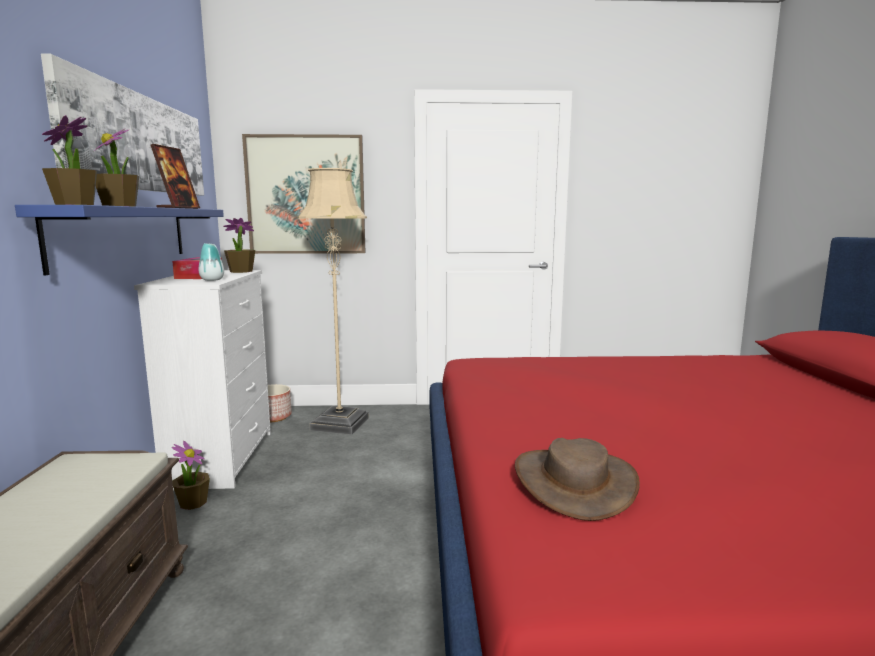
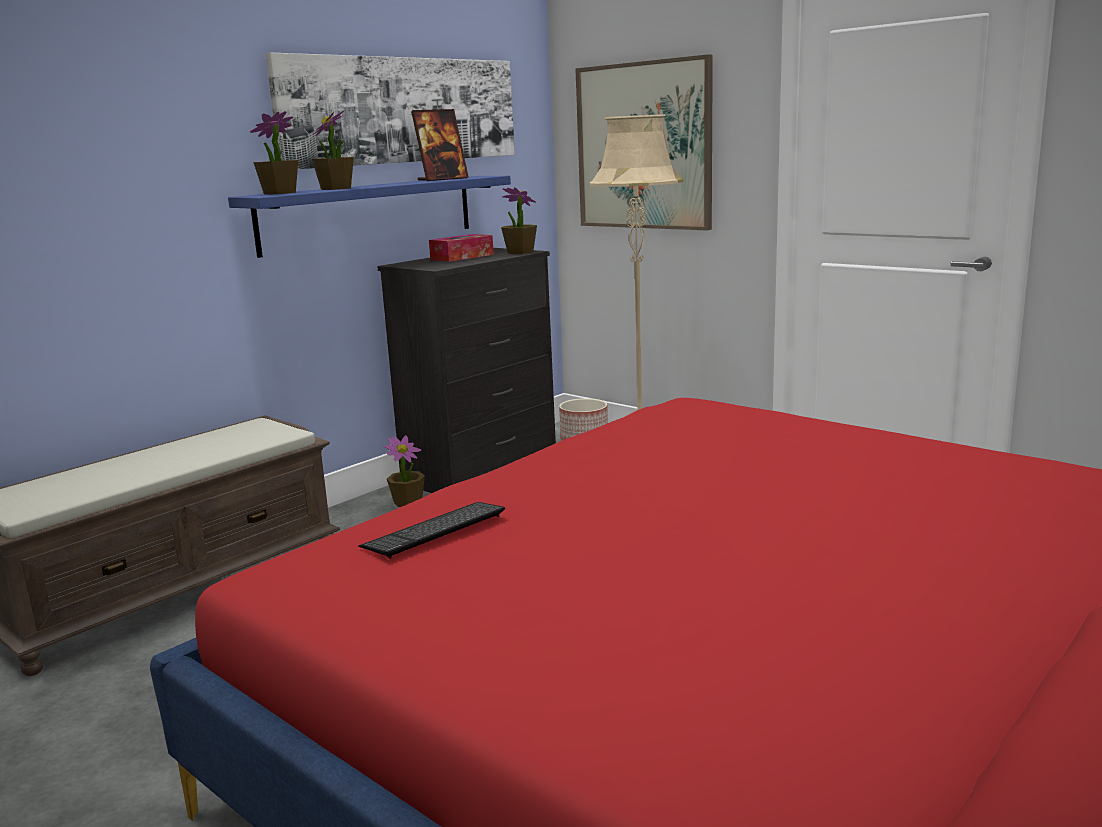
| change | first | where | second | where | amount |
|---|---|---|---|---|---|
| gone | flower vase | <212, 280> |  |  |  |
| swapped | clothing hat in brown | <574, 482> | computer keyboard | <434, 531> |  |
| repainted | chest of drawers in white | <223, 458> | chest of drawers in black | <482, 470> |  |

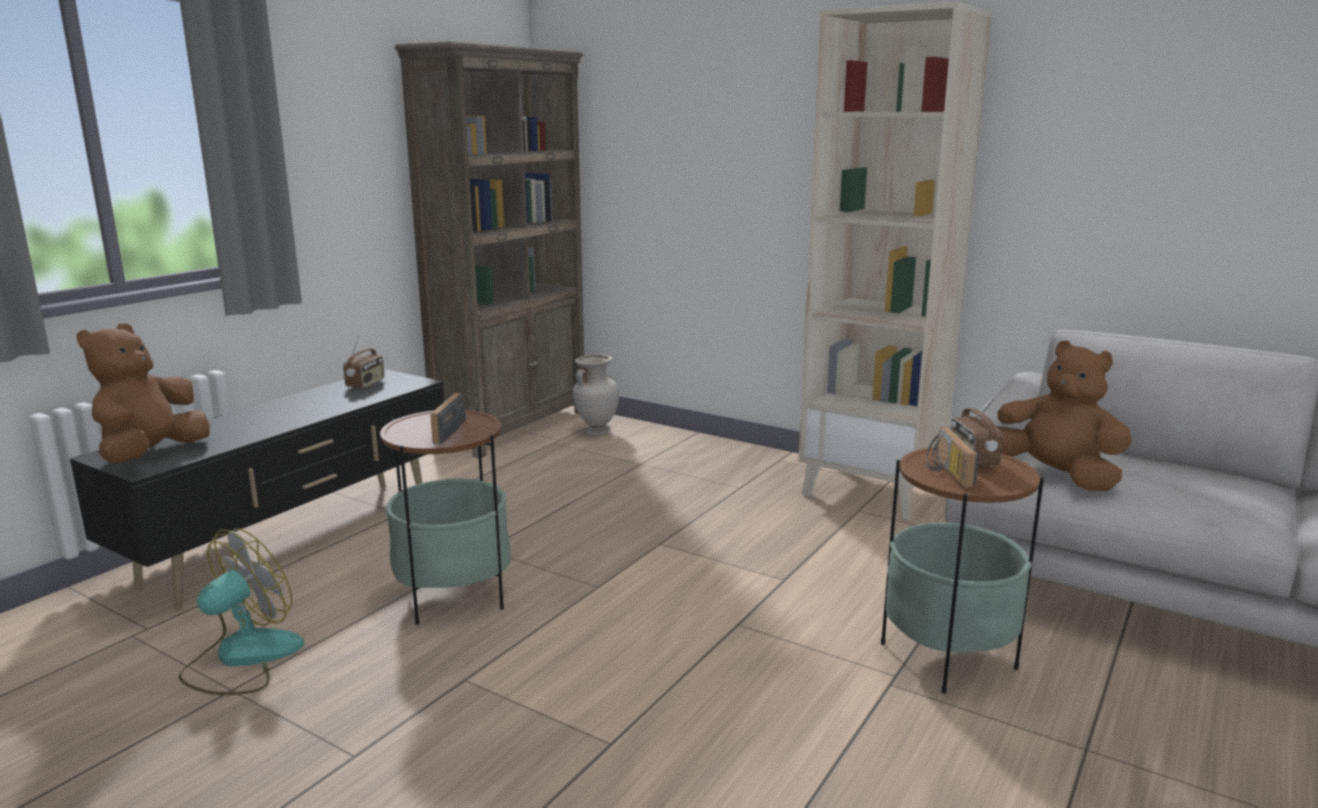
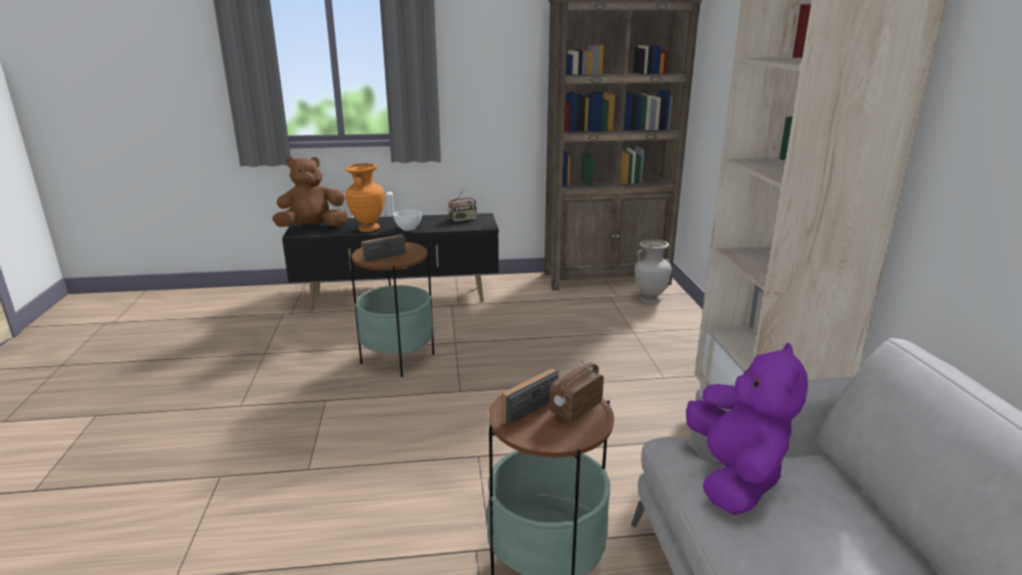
| change | first | where | second | where | amount |
|---|---|---|---|---|---|
| gone | electric fan | <242, 658> |  |  |  |
| new |  |  | flower vase in orange-coloured | <368, 229> |  |
| new |  |  | serving bowl in white | <408, 228> |  |
| repainted | soft toy in brown | <1054, 476> | soft toy in purplish | <734, 477> |  |

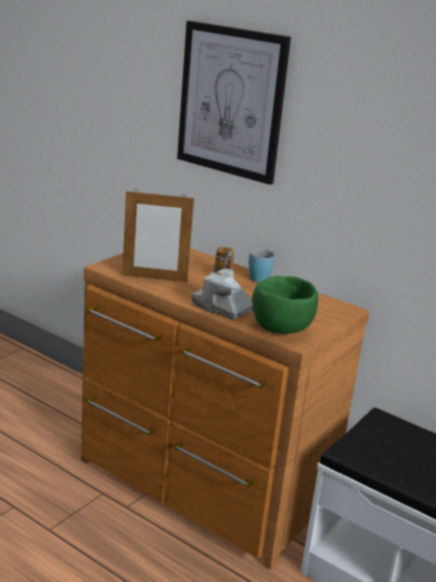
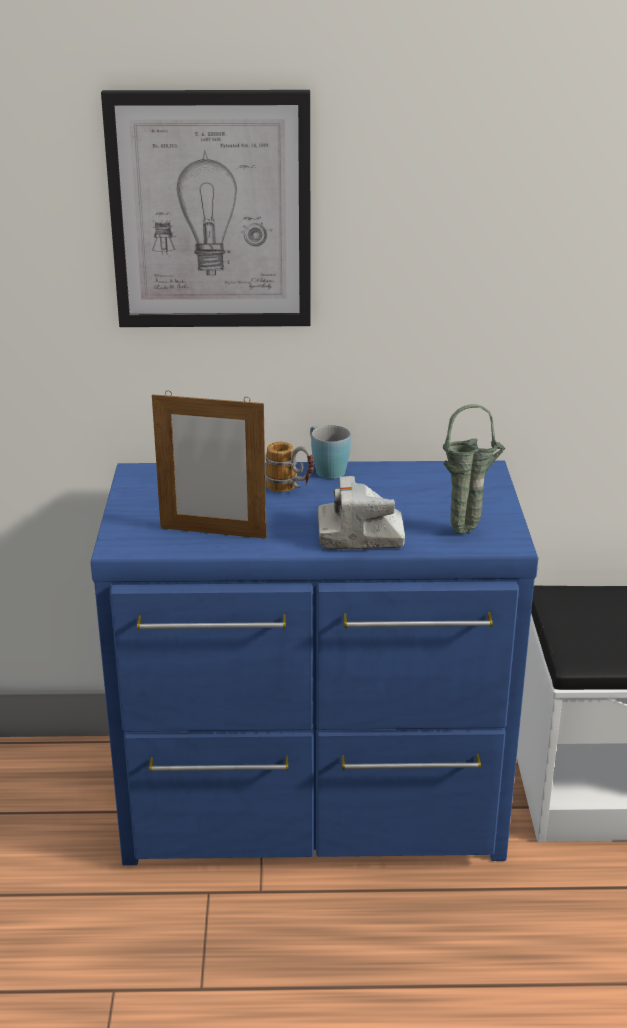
| change | first | where | second | where | amount |
|---|---|---|---|---|---|
| swapped | serving bowl in greenish | <283, 329> | flower vase in greenish | <467, 532> |  |
| repainted | chest of drawers in brown | <201, 487> | chest of drawers in bluish | <316, 806> |  |
| rotated | photo frame | <154, 278> |  | <213, 532> | 45 degrees clockwise |

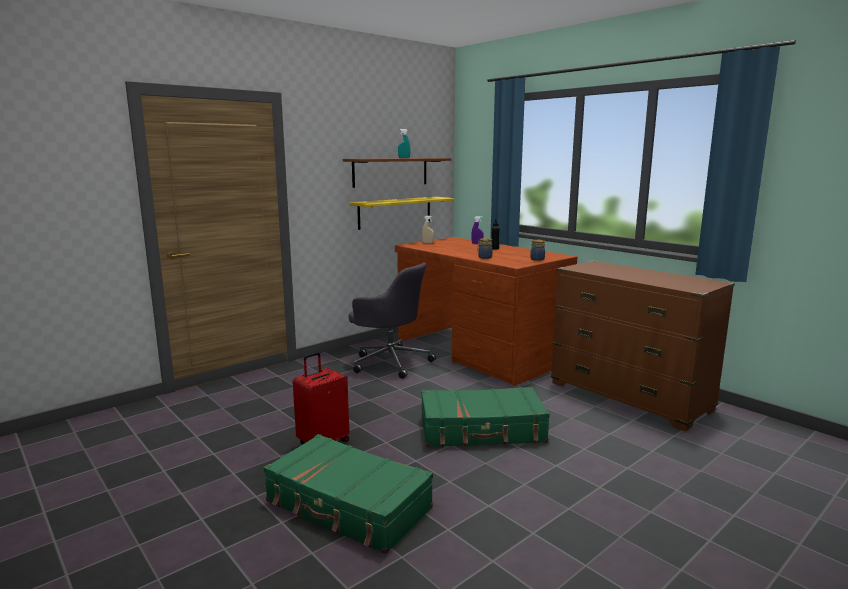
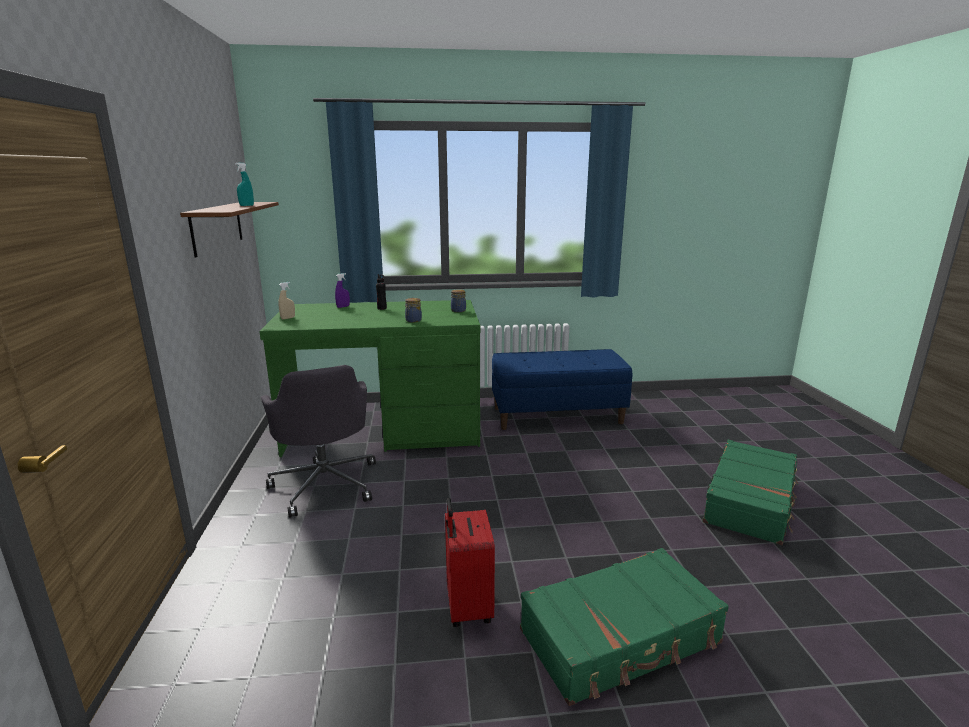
| change | first | where | second | where | amount |
|---|---|---|---|---|---|
| gone | bracket shelf in yellowish | <395, 212> |  |  |  |
| shifted | travel case in greenish | <482, 430> |  | <750, 501> |  |
| swapped | chest of drawers in brown | <629, 397> | long seat in bluish | <557, 415> |  |
| repainted | desk in brown | <479, 352> | desk in greenish | <385, 430> |  |
| rotated | desk chair in grey | <390, 362> |  | <325, 484> | 90 degrees clockwise |

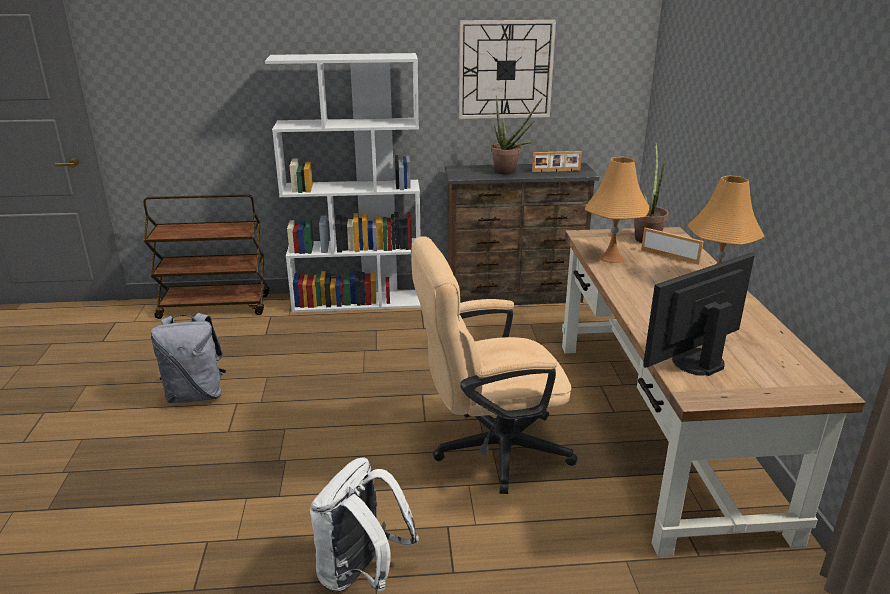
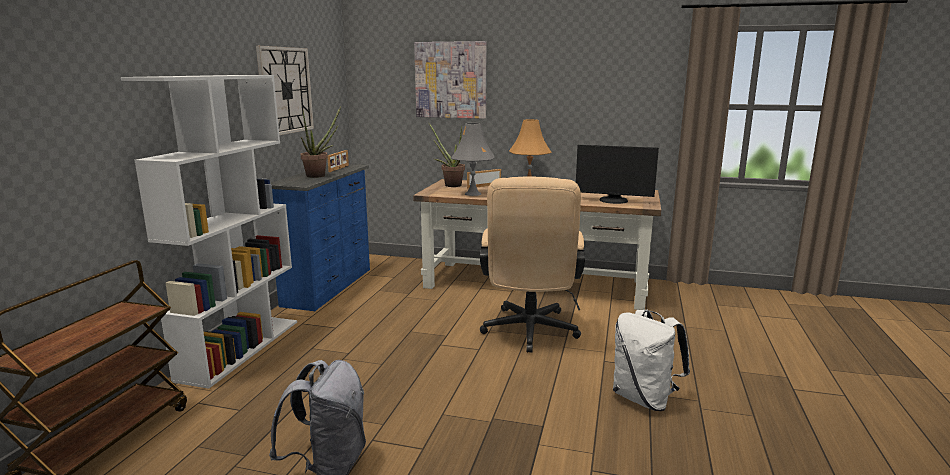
| change | first | where | second | where | amount |
|---|---|---|---|---|---|
| new |  |  | wall art | <451, 80> |  |
| repainted | chest of drawers in brown | <515, 296> | chest of drawers in bluish | <330, 286> |  |
| repainted | table lamp in orange-coloured | <611, 258> | table lamp in grey | <473, 194> |  |
| rotated | computer display | <695, 361> |  | <613, 201> | 60 degrees counterclockwise |

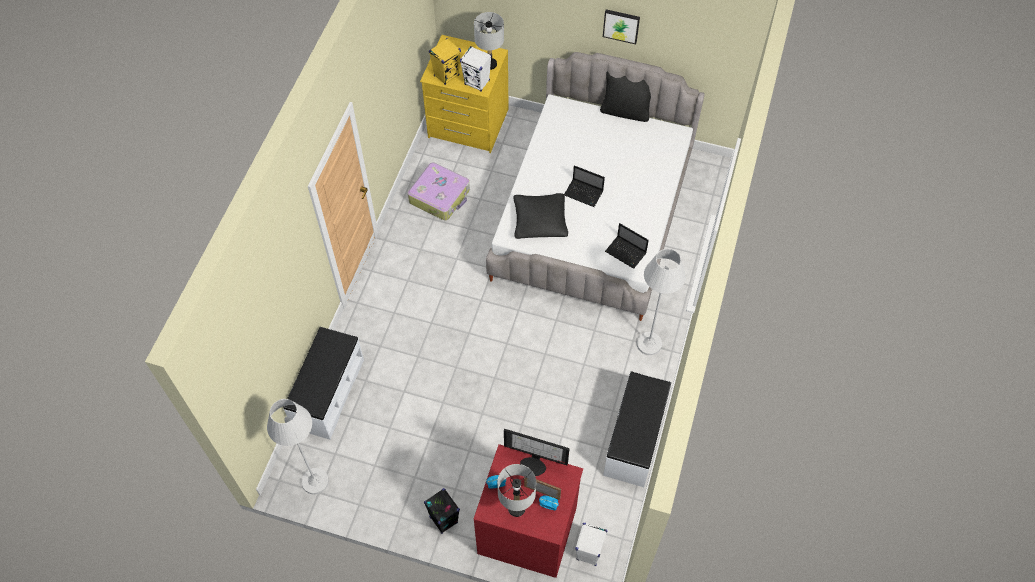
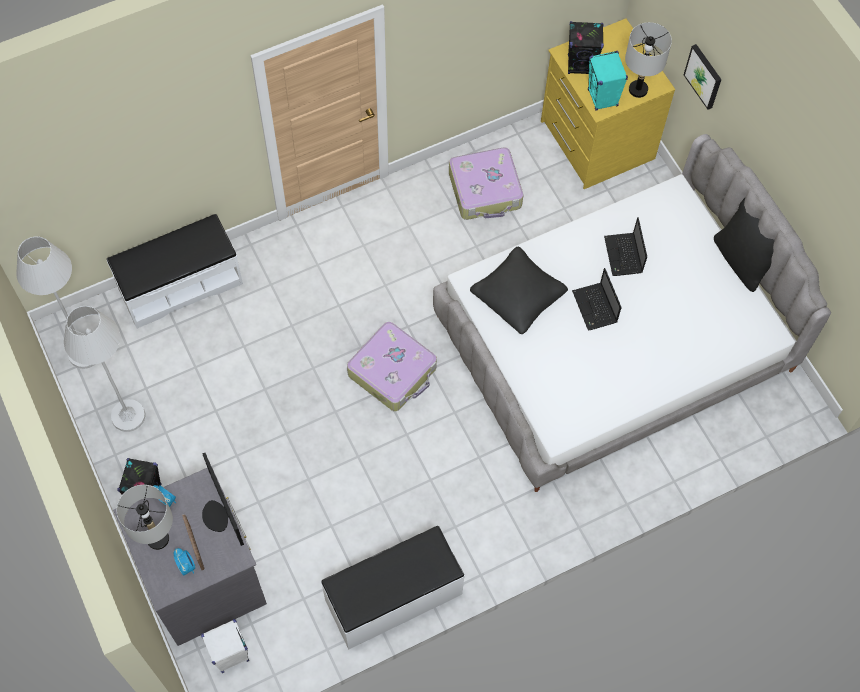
| change | first | where | second | where | amount |
|---|---|---|---|---|---|
| new |  |  | travel case | <393, 371> |  |
| shifted | wall art | <621, 25> |  | <704, 76> |  |
| shifted | portable computer | <626, 253> |  | <623, 256> |  |
| shifted | standard lamp in white | <649, 344> |  | <128, 416> |  |
| repainted | audio speaker in yellowish | <446, 75> | audio speaker in black | <581, 65> |  |
| repainted | audio speaker in white | <477, 82> | audio speaker in turquoise | <602, 98> |  |
| repainted | chest of drawers in red-coloured | <528, 529> | chest of drawers in grey | <204, 577> |  |

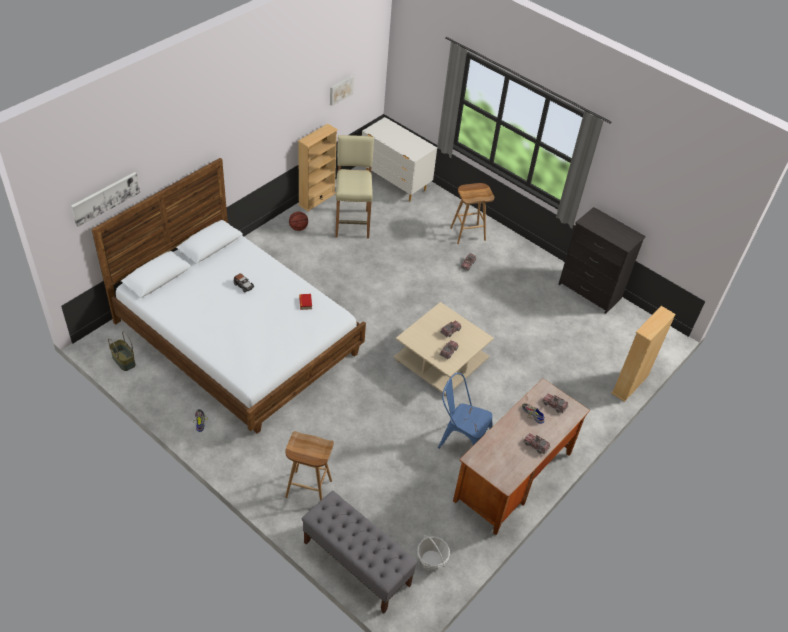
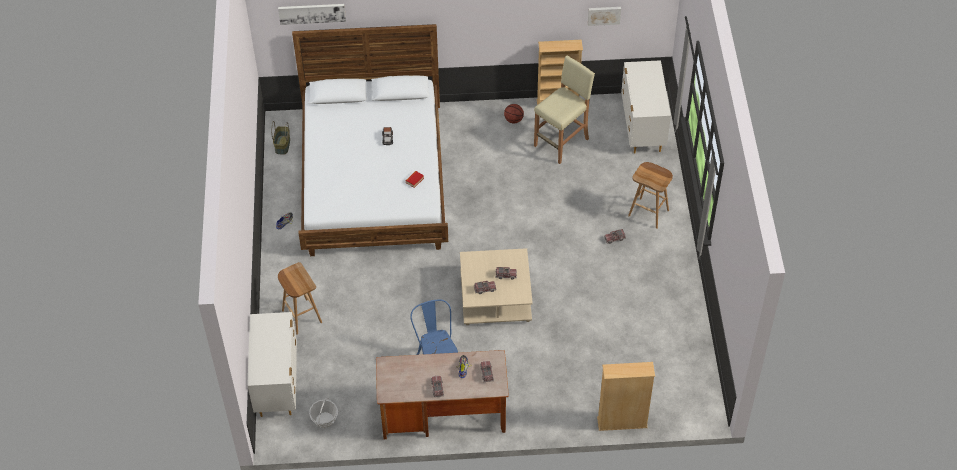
| change | first | where | second | where | amount |
|---|---|---|---|---|---|
| gone | chest of drawers in black | <590, 292> |  |  |  |
| swapped | long seat in grey | <356, 563> | chest of drawers in white | <277, 384> |  |

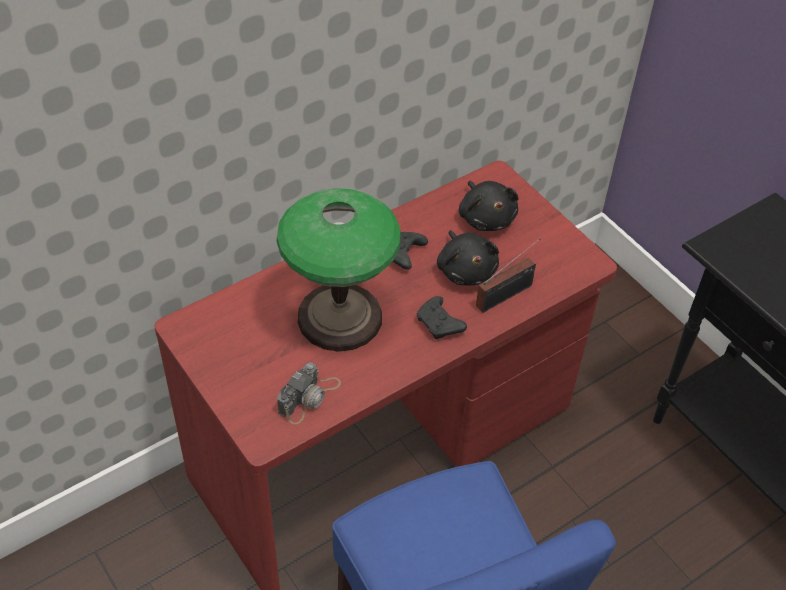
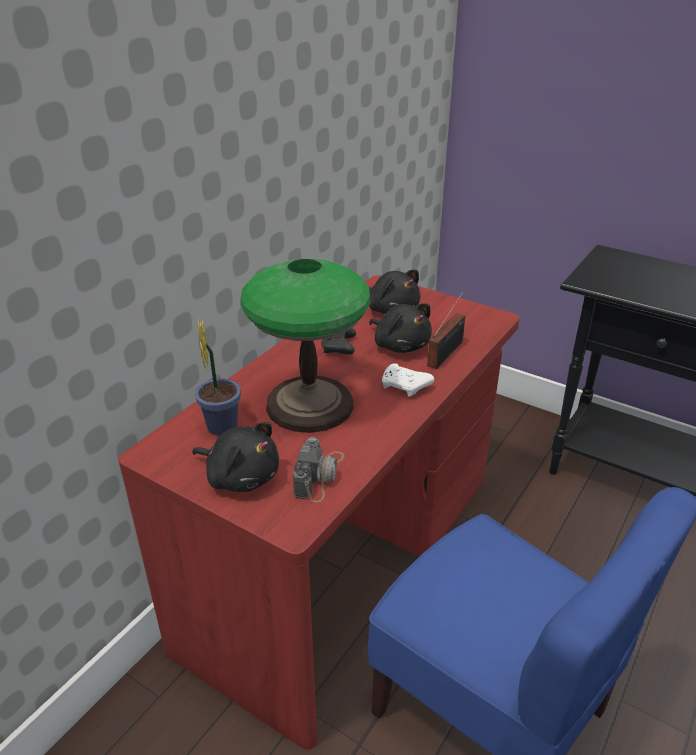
| change | first | where | second | where | amount |
|---|---|---|---|---|---|
| new |  |  | soft toy in black | <240, 476> |  |
| new |  |  | potted plant | <222, 424> |  |
| repainted | gamepad in black | <439, 325> | gamepad in white | <405, 387> |  |

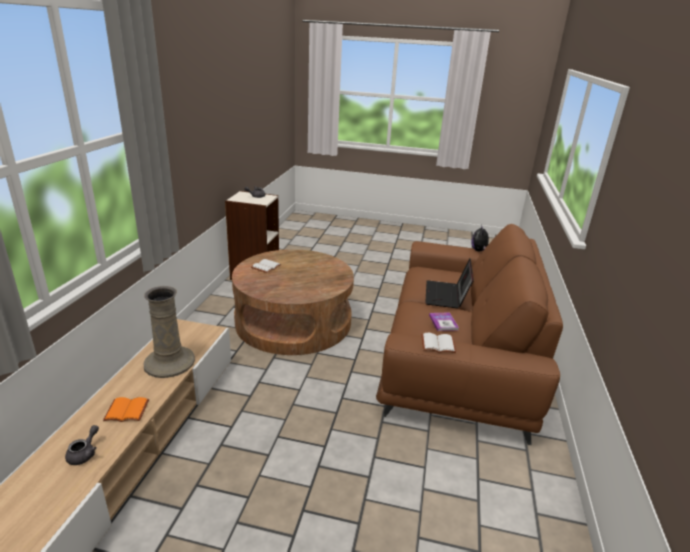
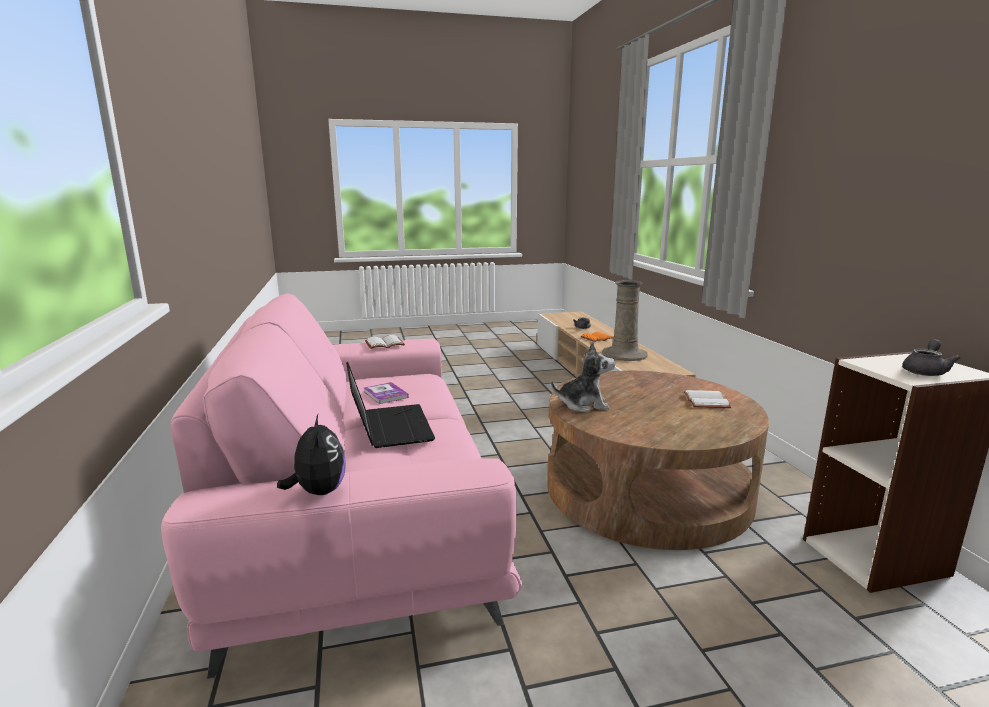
| change | first | where | second | where | amount |
|---|---|---|---|---|---|
| new |  |  | soft toy | <583, 405> |  |
| repainted | settee in brown | <456, 356> | settee in pink-coloured | <361, 512> |  |

